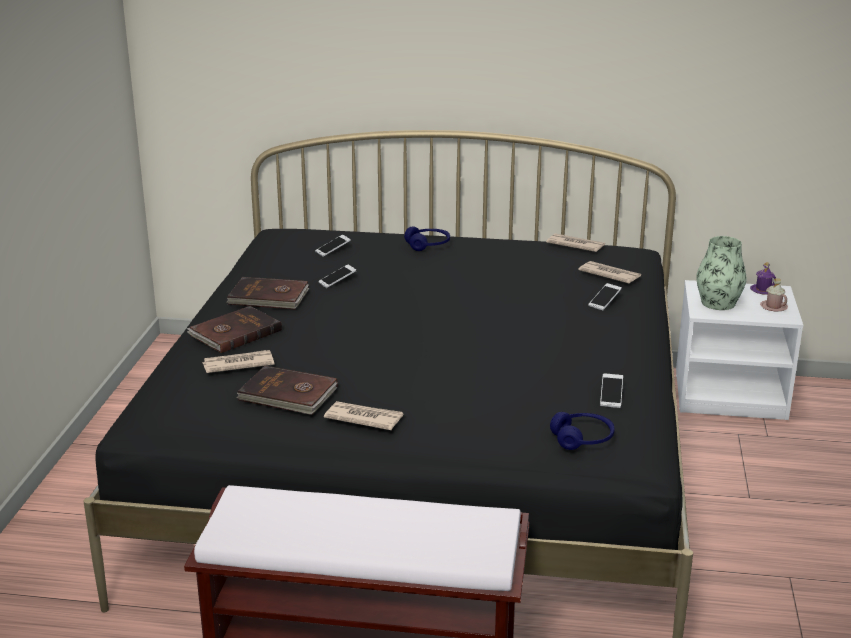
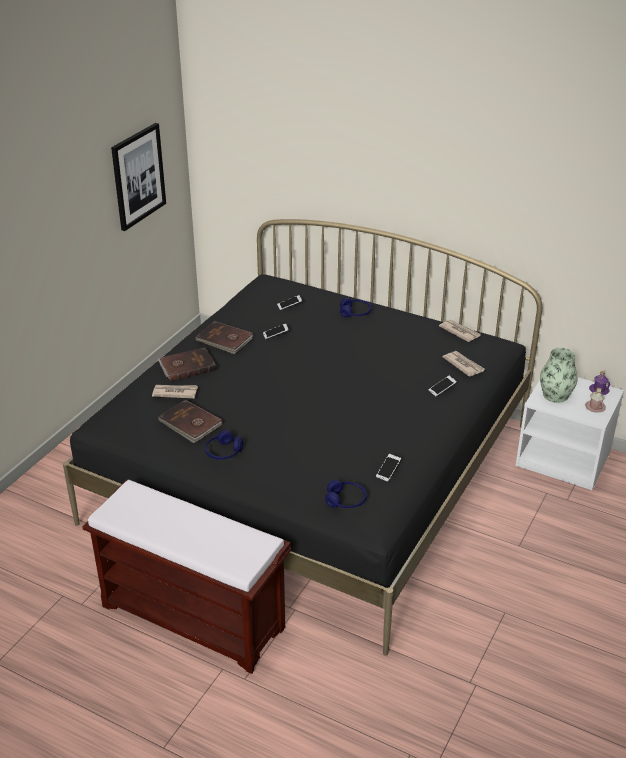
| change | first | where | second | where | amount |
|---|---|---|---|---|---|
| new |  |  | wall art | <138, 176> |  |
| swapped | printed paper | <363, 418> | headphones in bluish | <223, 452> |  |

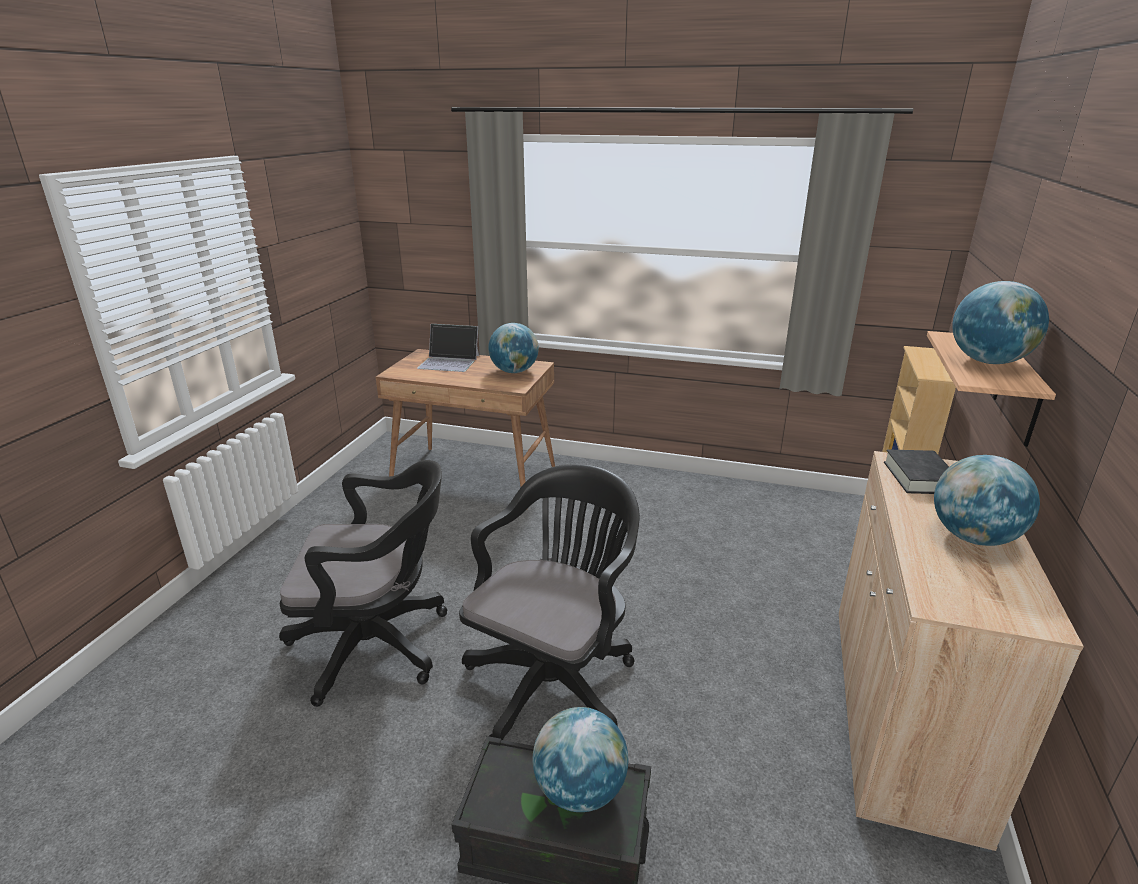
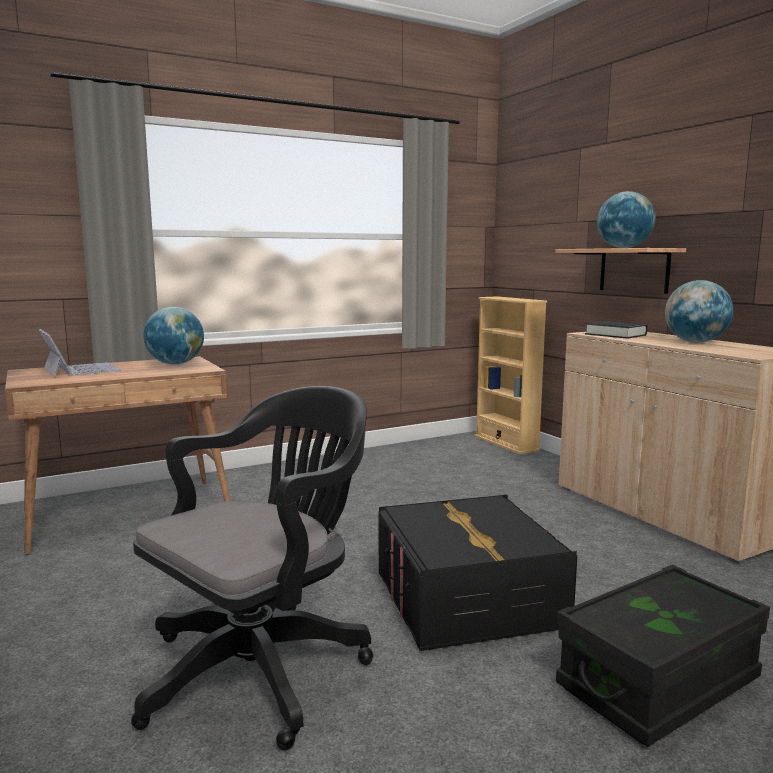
| change | first | where | second | where | amount |
|---|---|---|---|---|---|
| gone | desk globe | <580, 790> |  |  |  |
| swapped | desk chair in black | <555, 679> | storage box in black | <468, 599> |  |
| rotated | portable computer | <449, 362> |  | <80, 369> | 90 degrees counterclockwise |

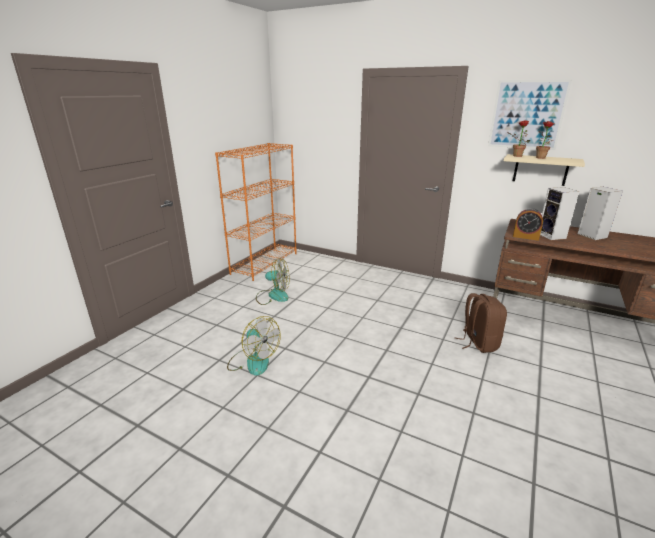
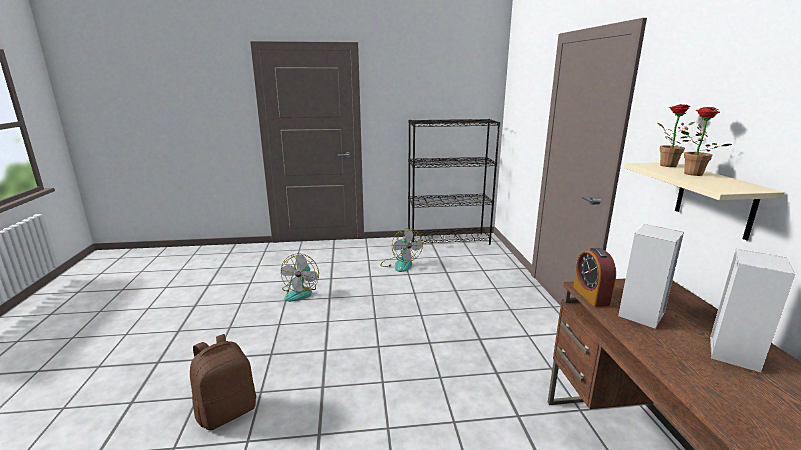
| change | first | where | second | where | amount |
|---|---|---|---|---|---|
| gone | wall art | <527, 115> |  |  |  |
| shifted | rucksack in brown | <478, 343> |  | <227, 411> |  |
| repainted | bookcase in orange-coloured | <265, 263> | bookcase in black | <448, 240> |  |

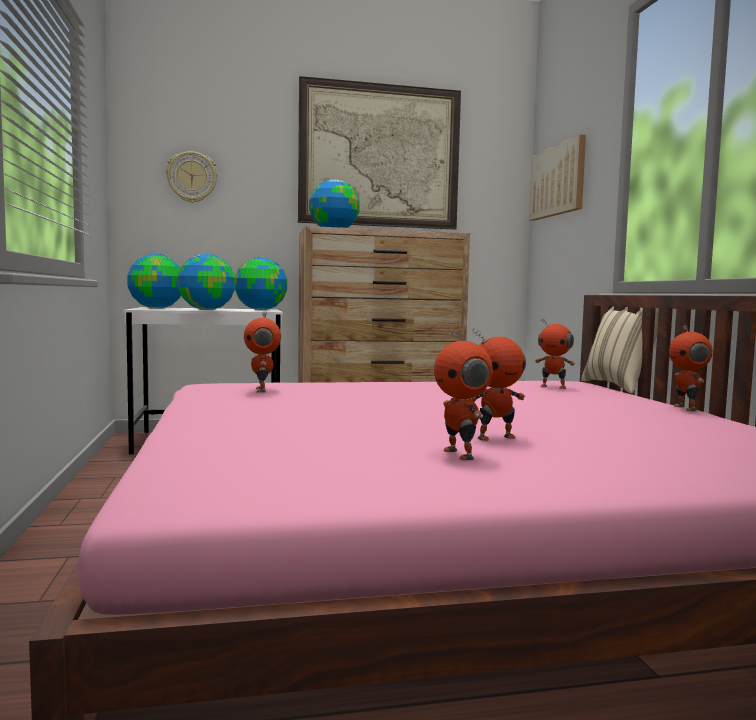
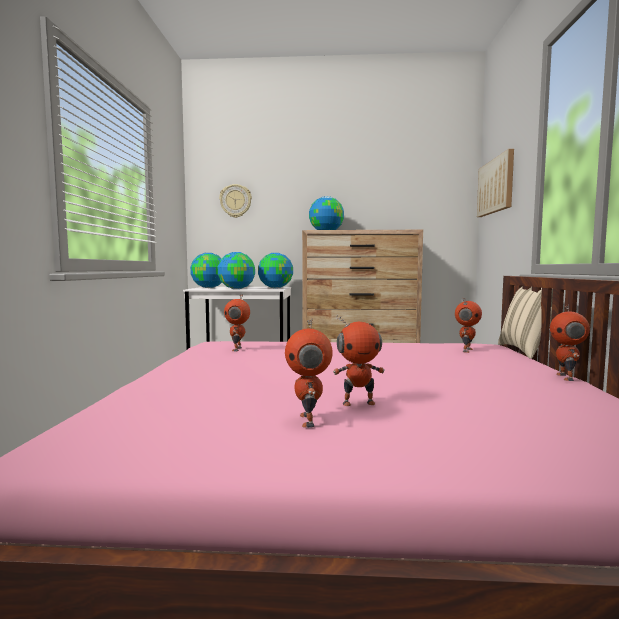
| change | first | where | second | where | amount |
|---|---|---|---|---|---|
| gone | wall art | <380, 156> |  |  |  |
| rotated | toy robot | <553, 387> |  | <466, 350> | 105 degrees counterclockwise |

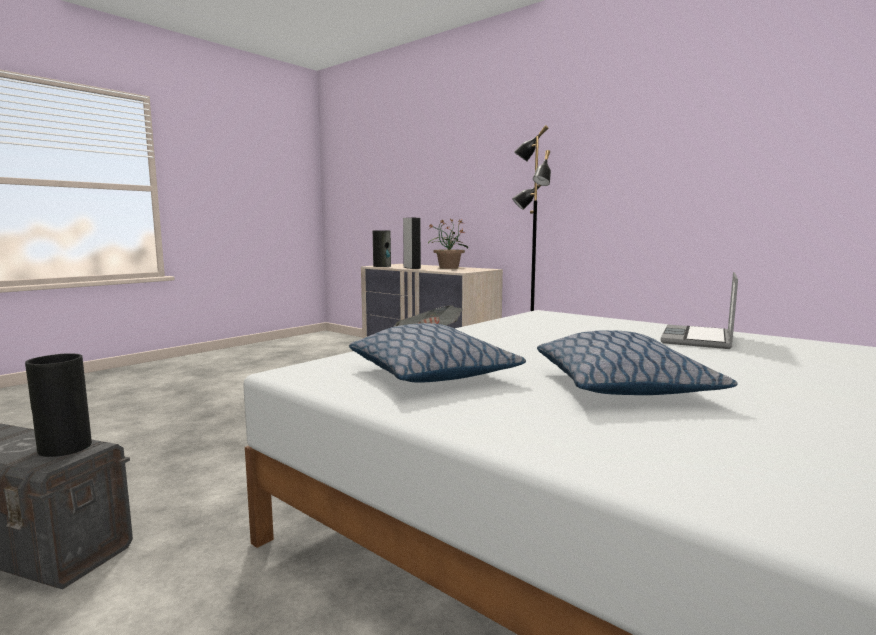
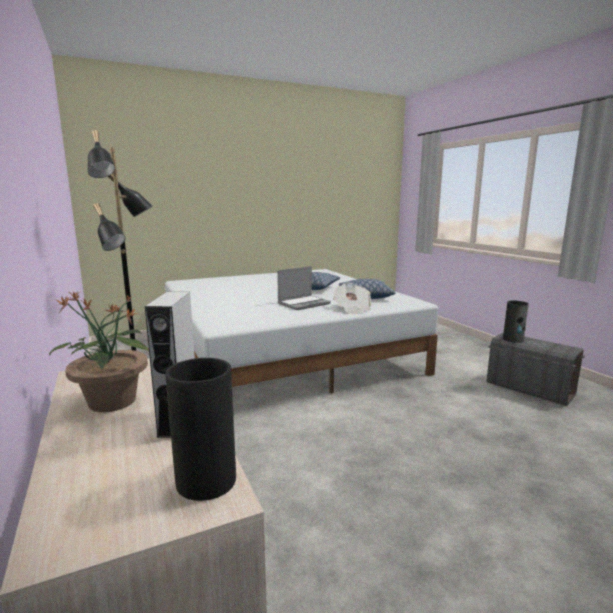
| change | first | where | second | where | amount |
|---|---|---|---|---|---|
| shifted | portable computer | <698, 339> |  | <304, 303> |  |

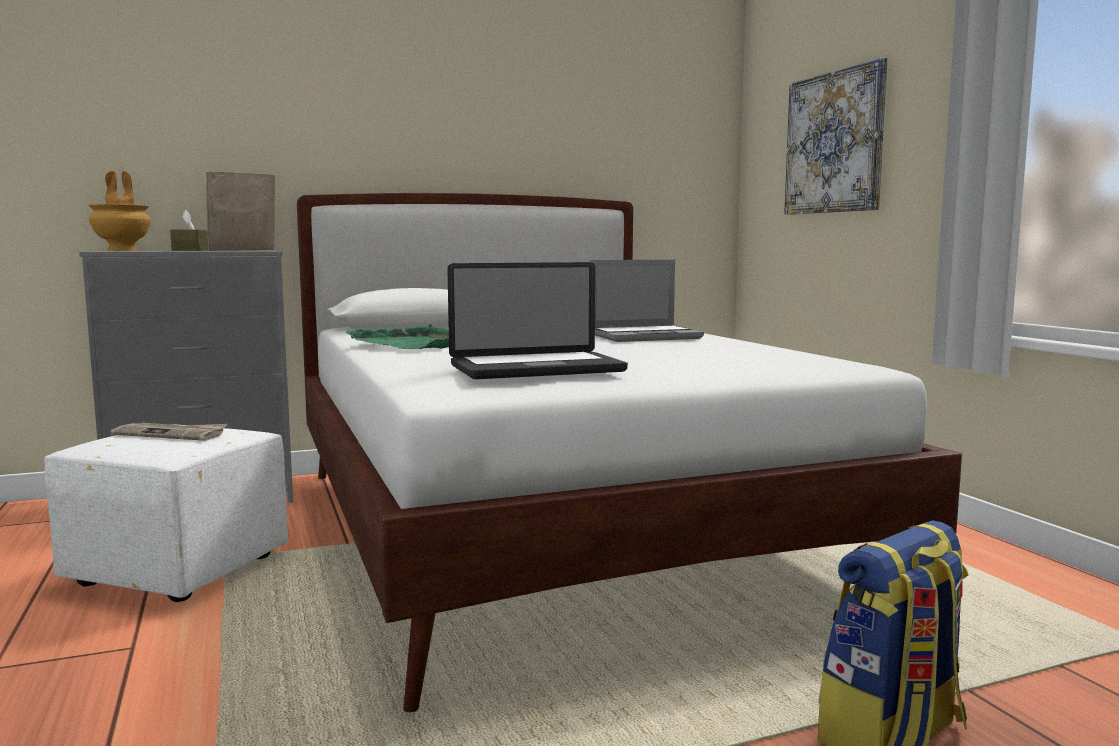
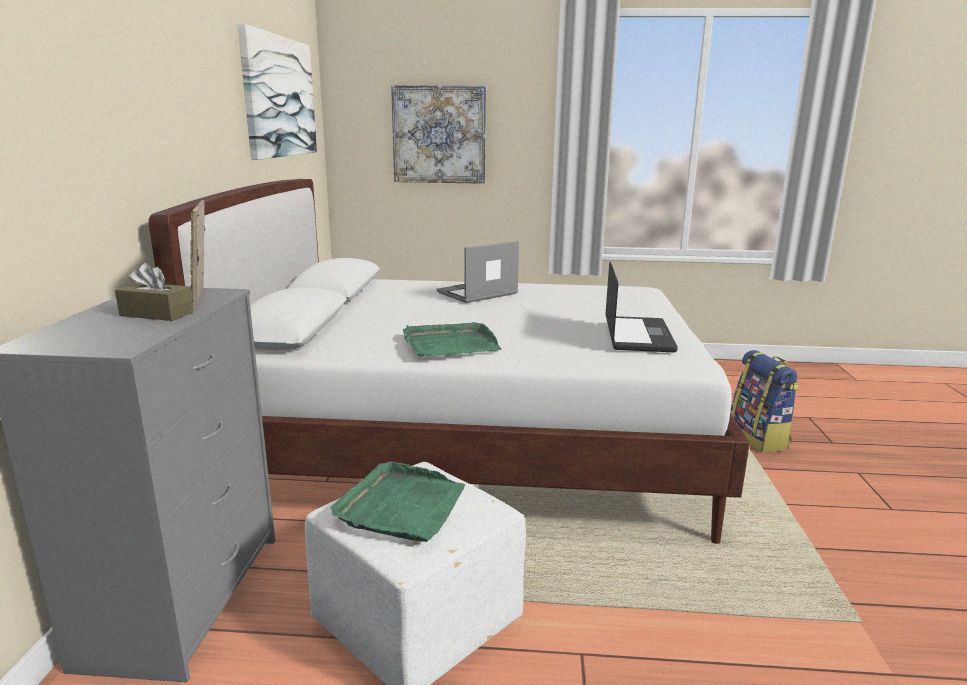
| change | first | where | second | where | amount |
|---|---|---|---|---|---|
| gone | flower vase in brown | <123, 250> |  |  |  |
| new |  |  | wall art | <279, 97> |  |
| swapped | printed paper | <171, 434> | carrying tray in greenish | <401, 506> |  |
| rotated | portable computer | <645, 336> |  | <477, 294> | 135 degrees counterclockwise |

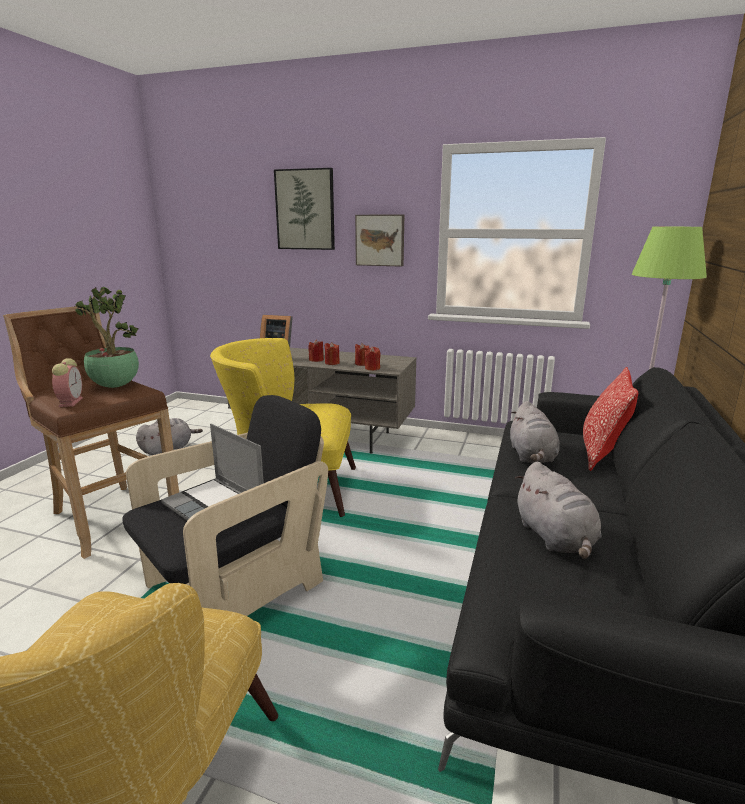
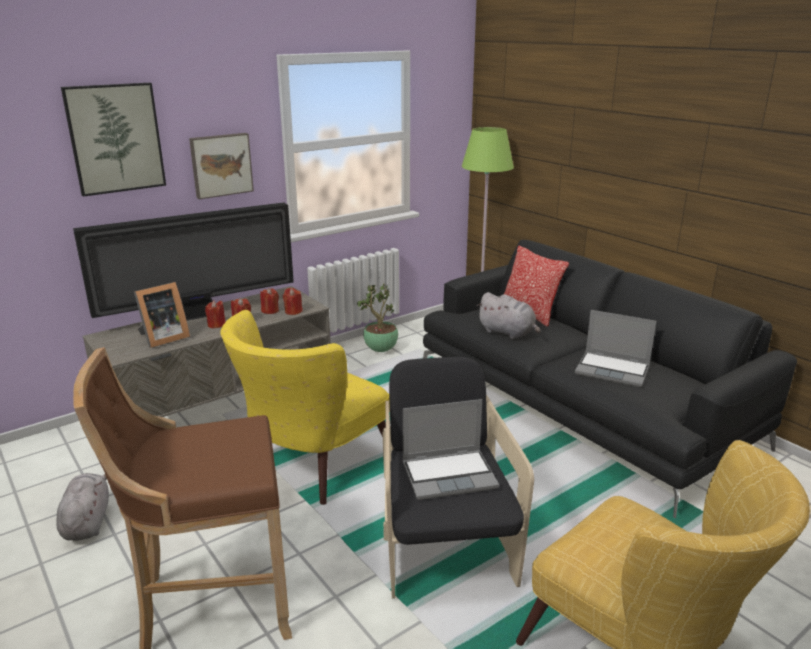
| change | first | where | second | where | amount |
|---|---|---|---|---|---|
| gone | bedside clock | <71, 402> |  |  |  |
| new |  |  | television | <200, 315> |  |
| shifted | potted plant | <114, 386> |  | <380, 350> |  |
| swapped | soft toy in grey | <555, 538> | portable computer | <613, 370> |  |

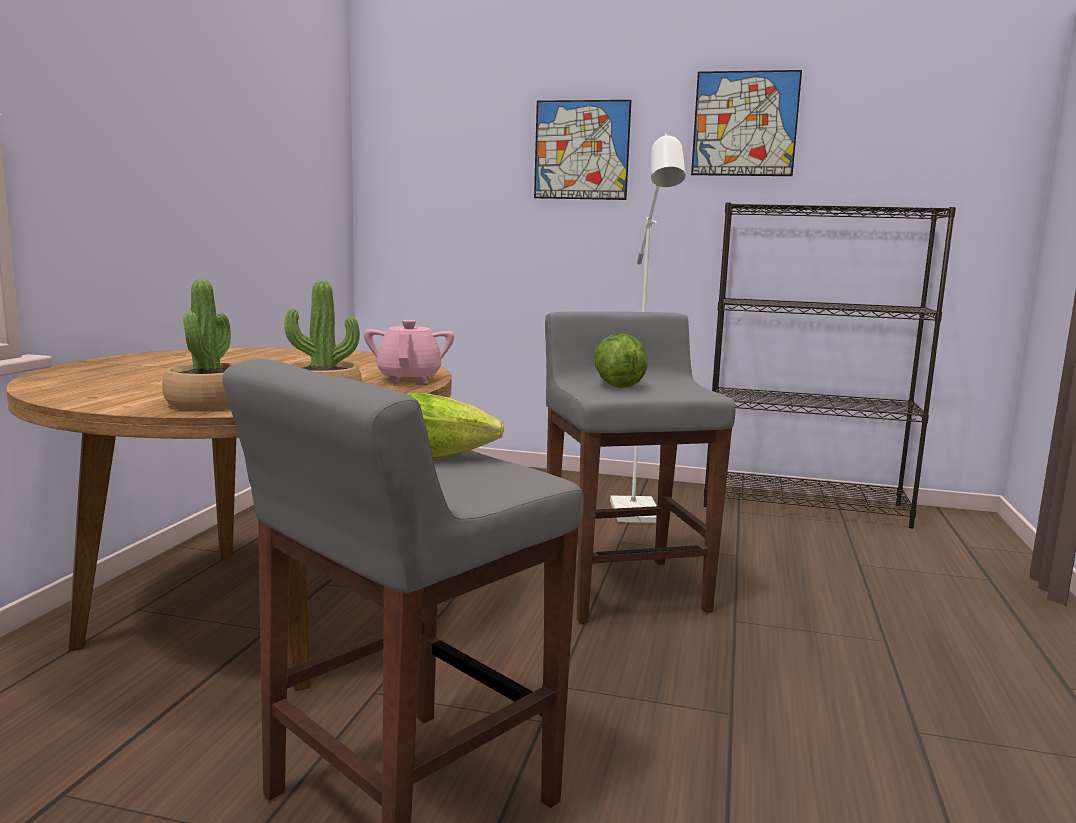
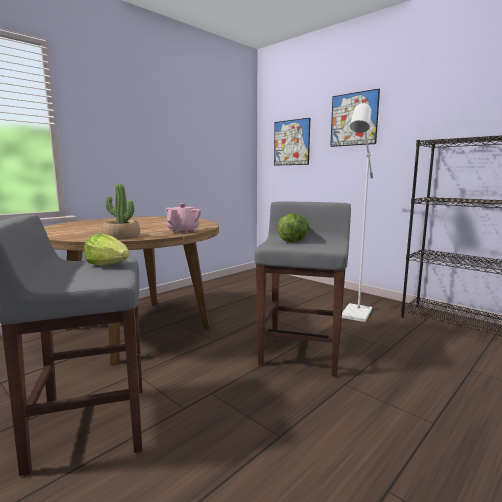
| change | first | where | second | where | amount |
|---|---|---|---|---|---|
| gone | potted plant | <208, 403> |  |  |  |
| shifted | wall art | <745, 124> |  | <291, 142> |  |

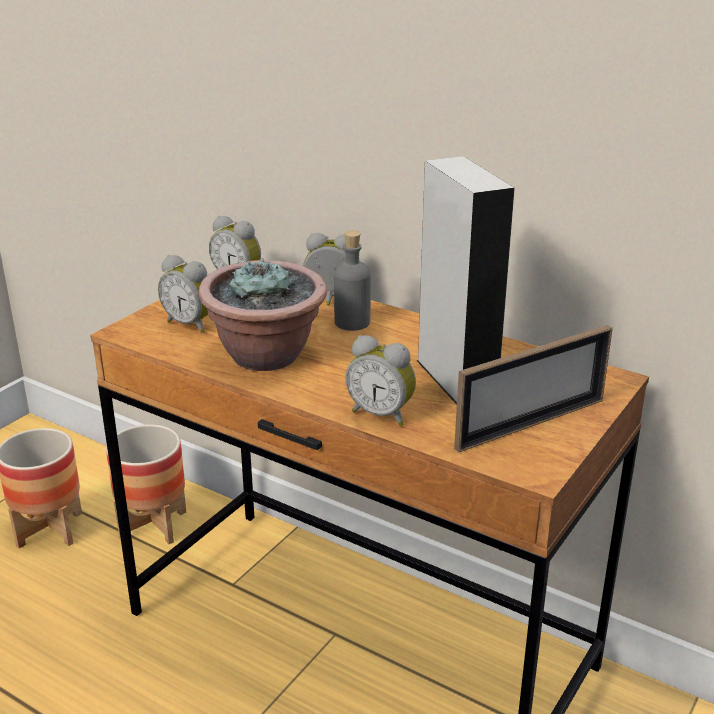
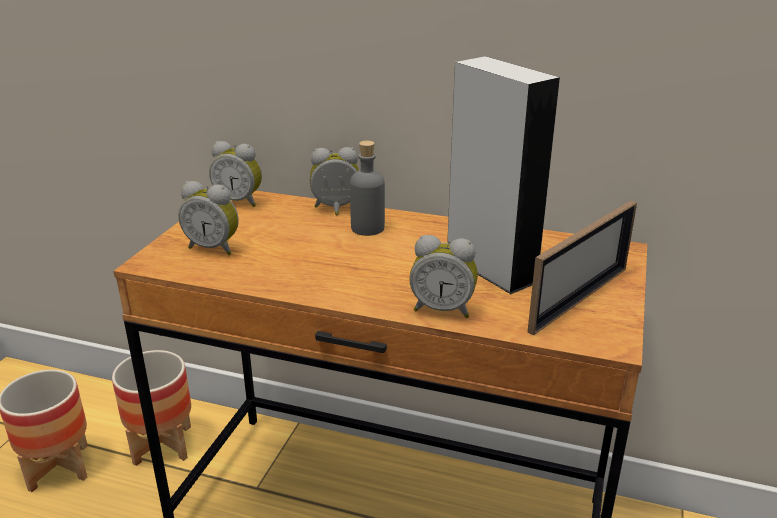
| change | first | where | second | where | amount |
|---|---|---|---|---|---|
| gone | potted plant | <266, 356> |  |  |  |

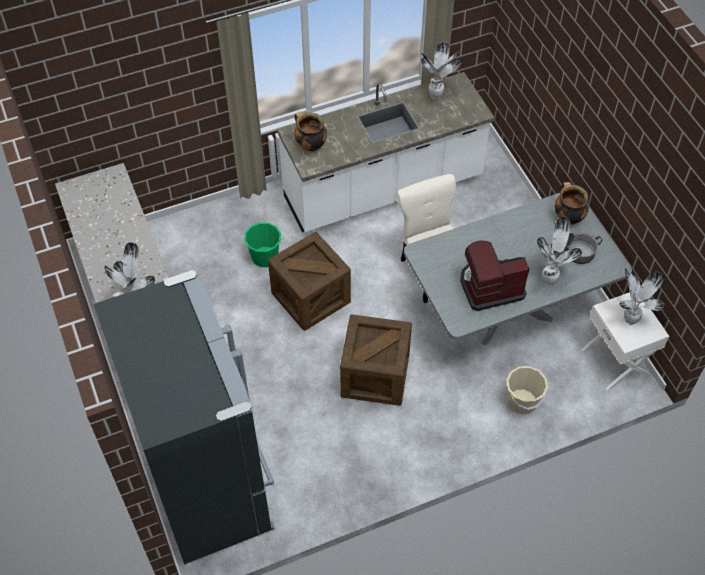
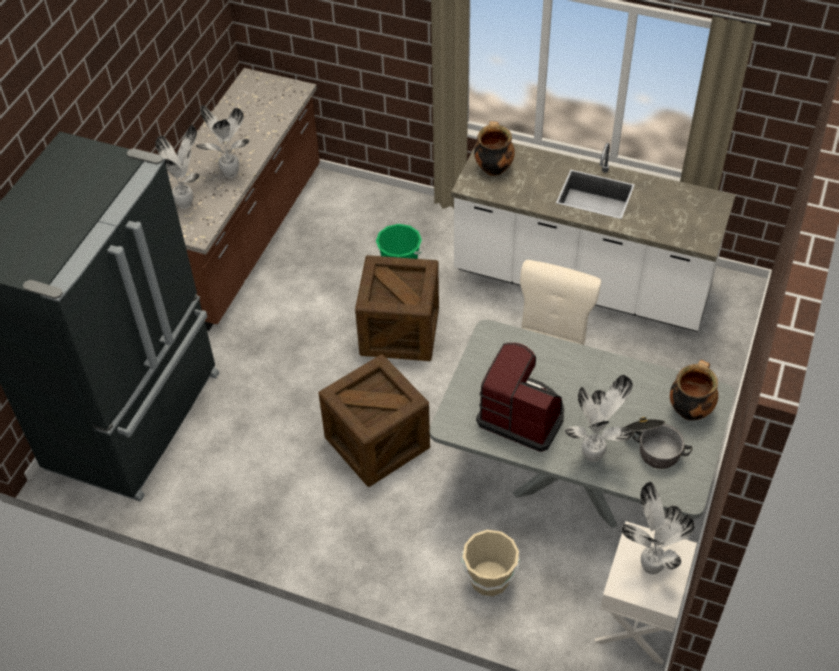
| change | first | where | second | where | amount |
|---|---|---|---|---|---|
| shifted | potted plant | <436, 96> |  | <230, 174> |  |

